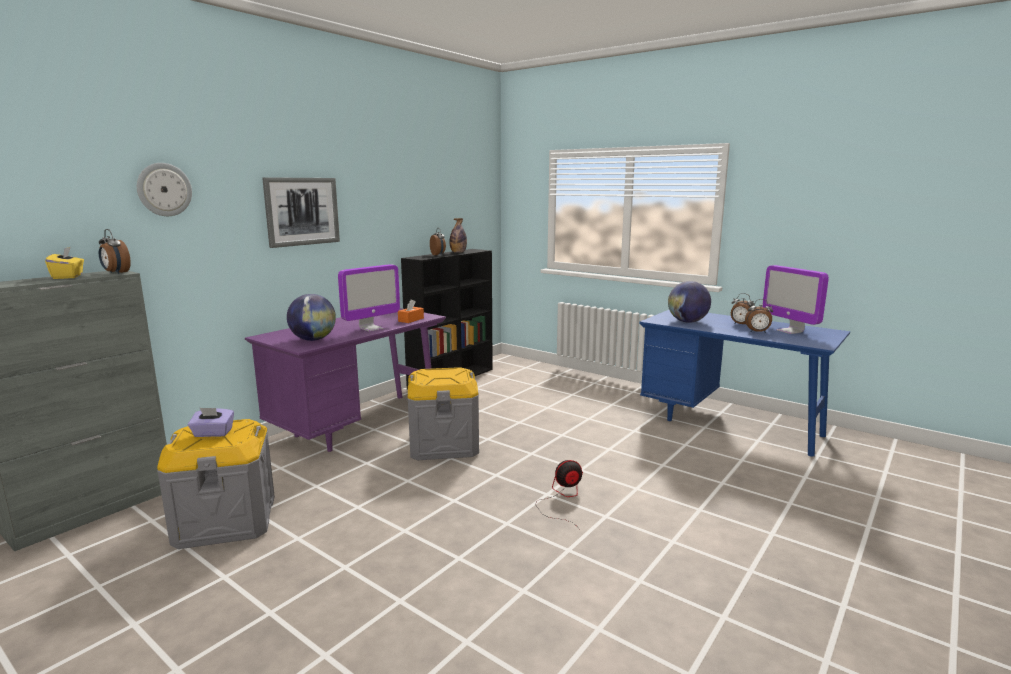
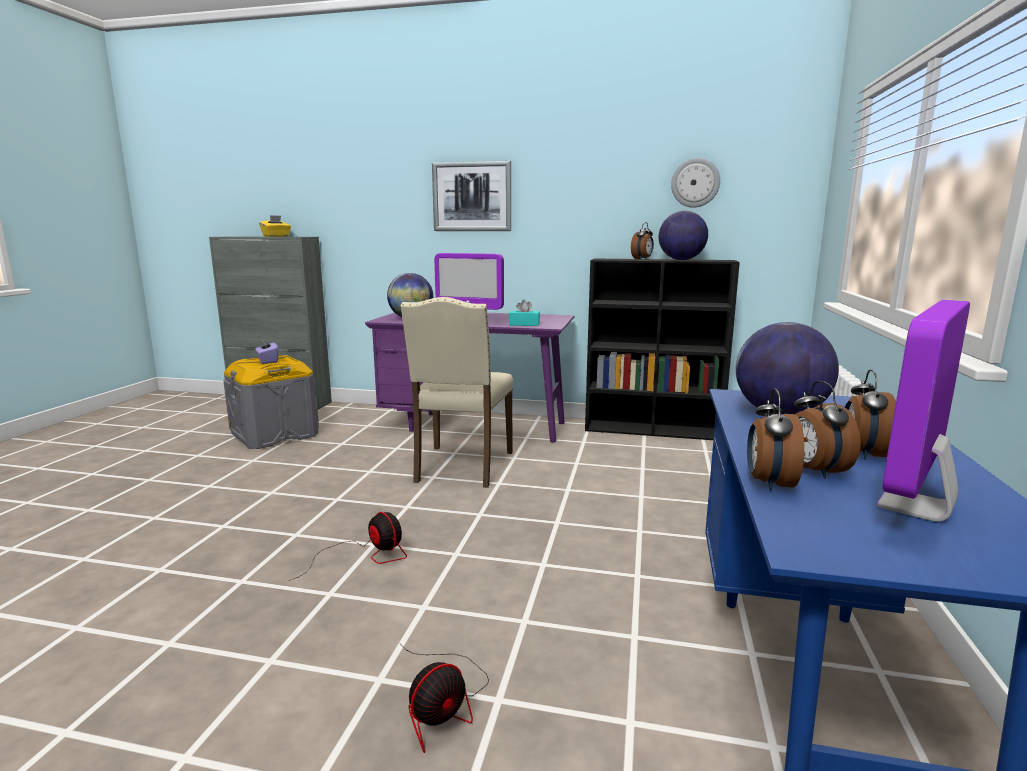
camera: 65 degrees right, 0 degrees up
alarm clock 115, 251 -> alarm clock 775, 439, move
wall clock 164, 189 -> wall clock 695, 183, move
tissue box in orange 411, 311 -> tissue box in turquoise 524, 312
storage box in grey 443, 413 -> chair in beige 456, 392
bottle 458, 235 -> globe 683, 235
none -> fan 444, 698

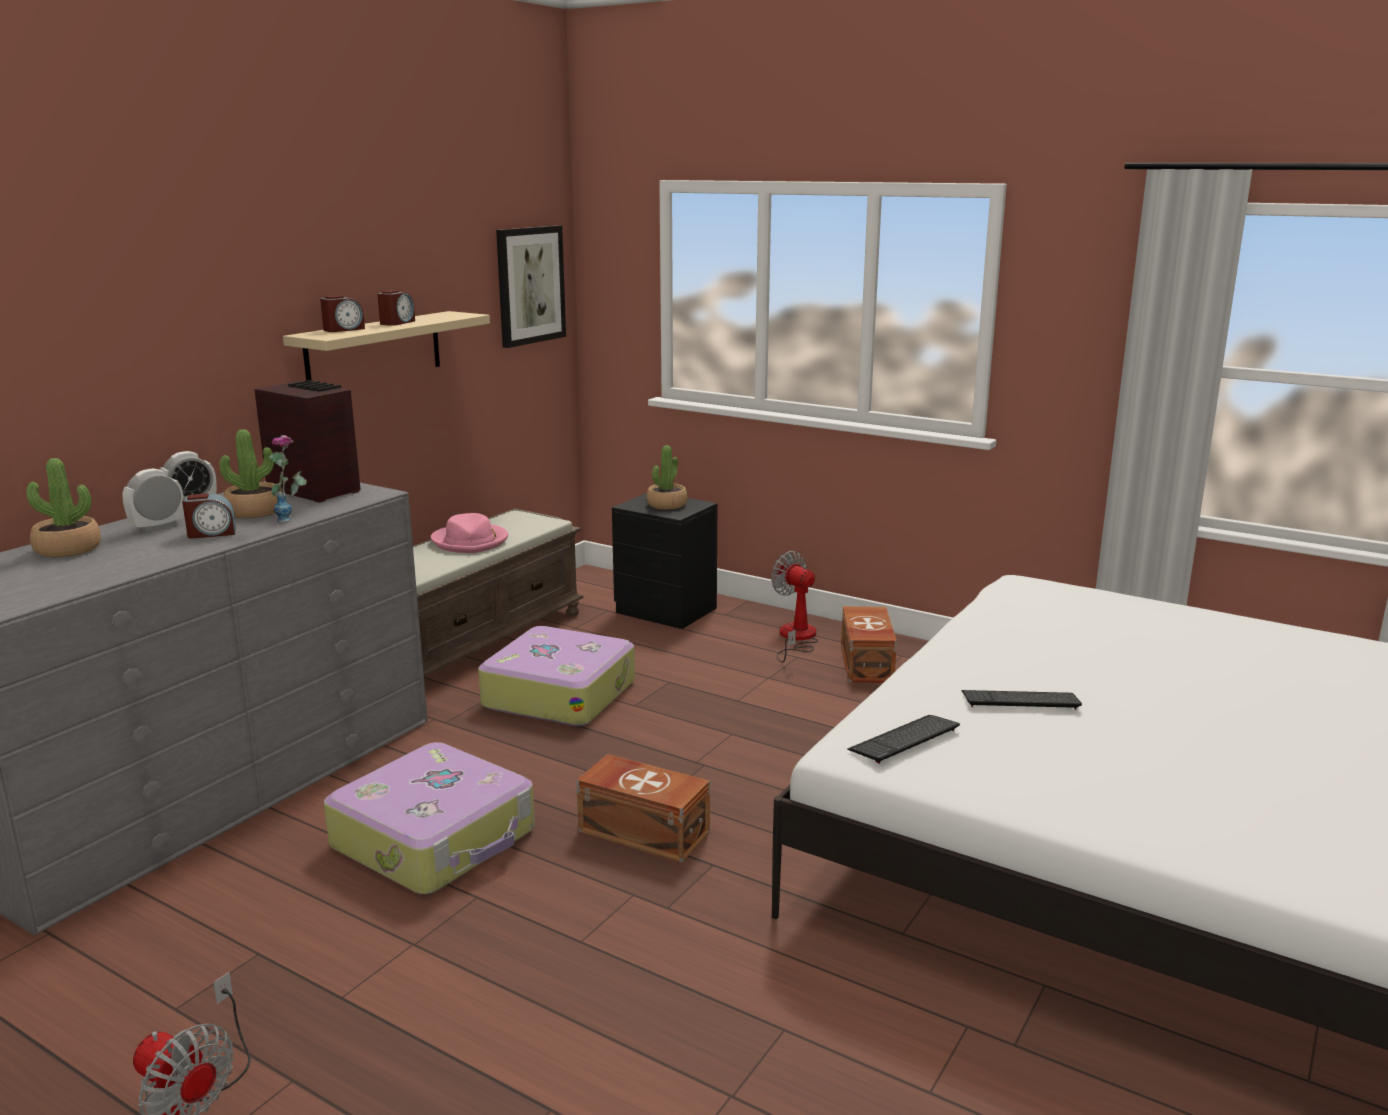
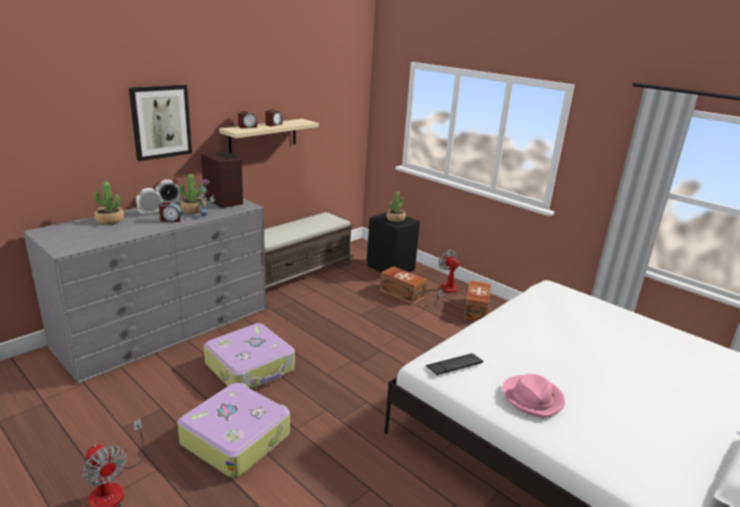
camera: 10 degrees right, 5 degrees up
hat in pink 469, 533 -> hat in pink 533, 396, move
suitcase 556, 676 -> suitcase 233, 430, move
picture 531, 287 -> picture 160, 123, move
storage box in brown 643, 808 -> storage box in brown 403, 285, move
keyboard 1021, 700 -> none

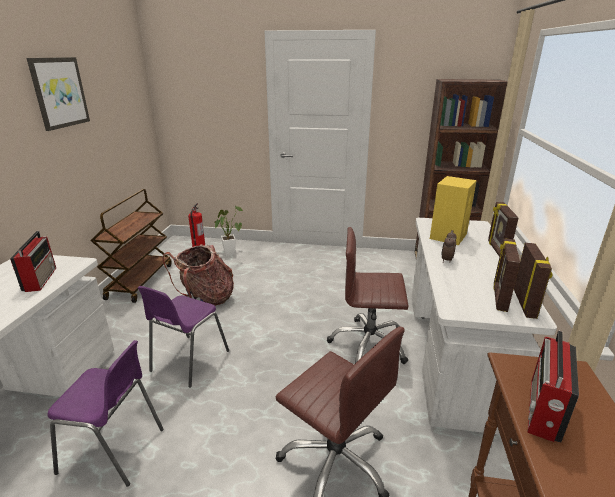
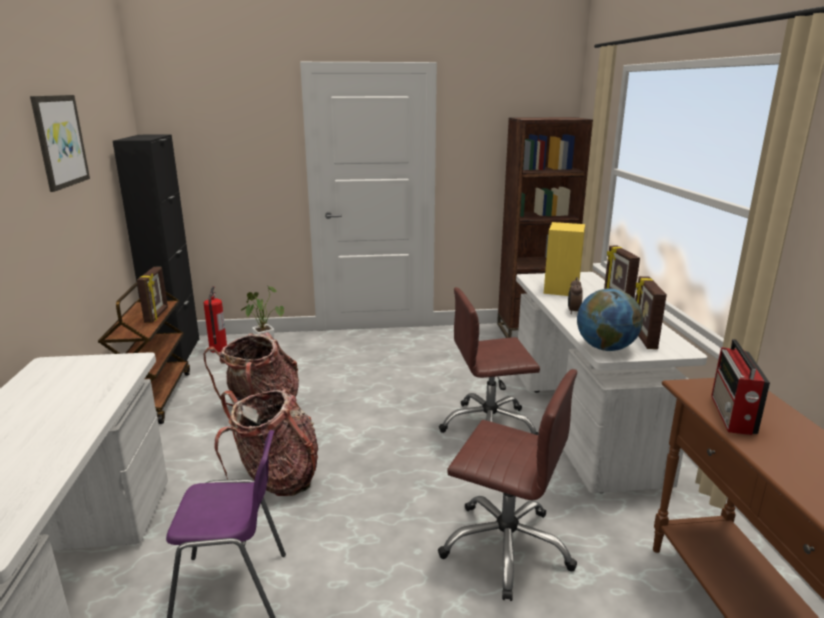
camera: 15 degrees left, 5 degrees down
radio 33, 261 -> none
chair in purple 183, 337 -> backpack 266, 442
picture frame 533, 281 -> picture frame 152, 295, move
none -> cabinet in black 156, 248
none -> globe 610, 319

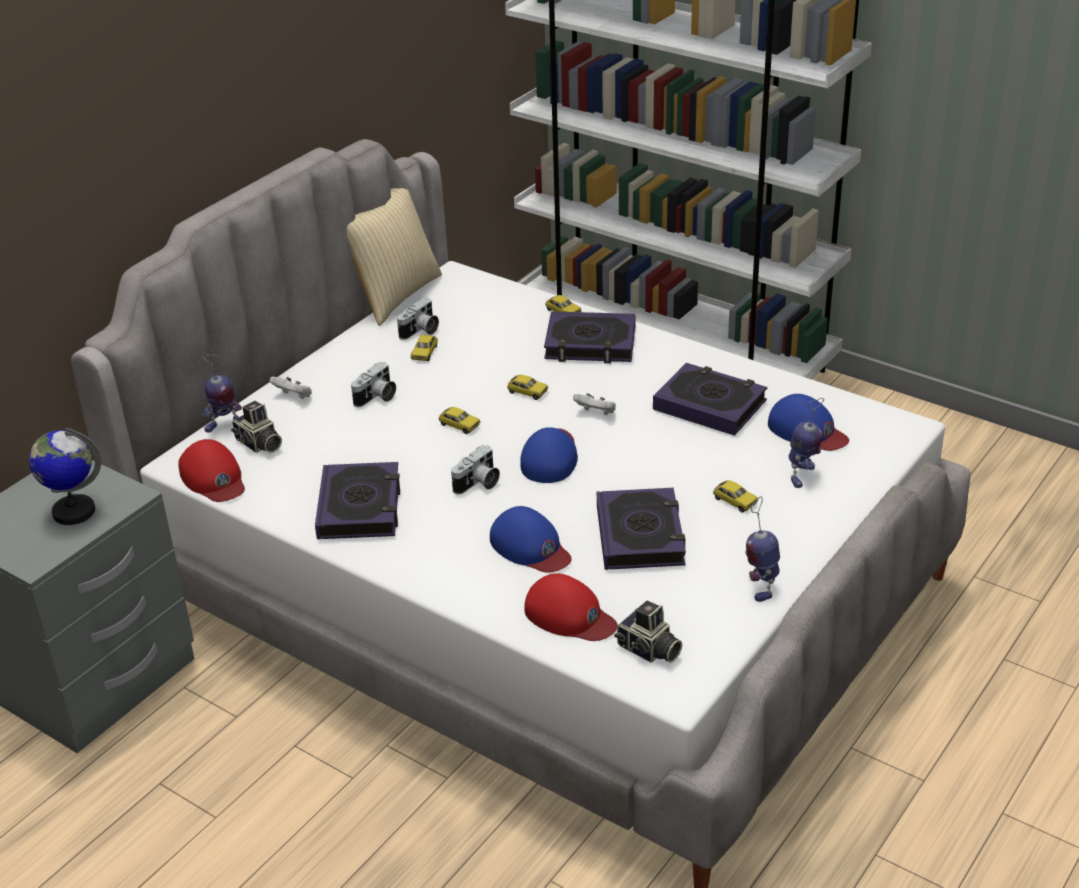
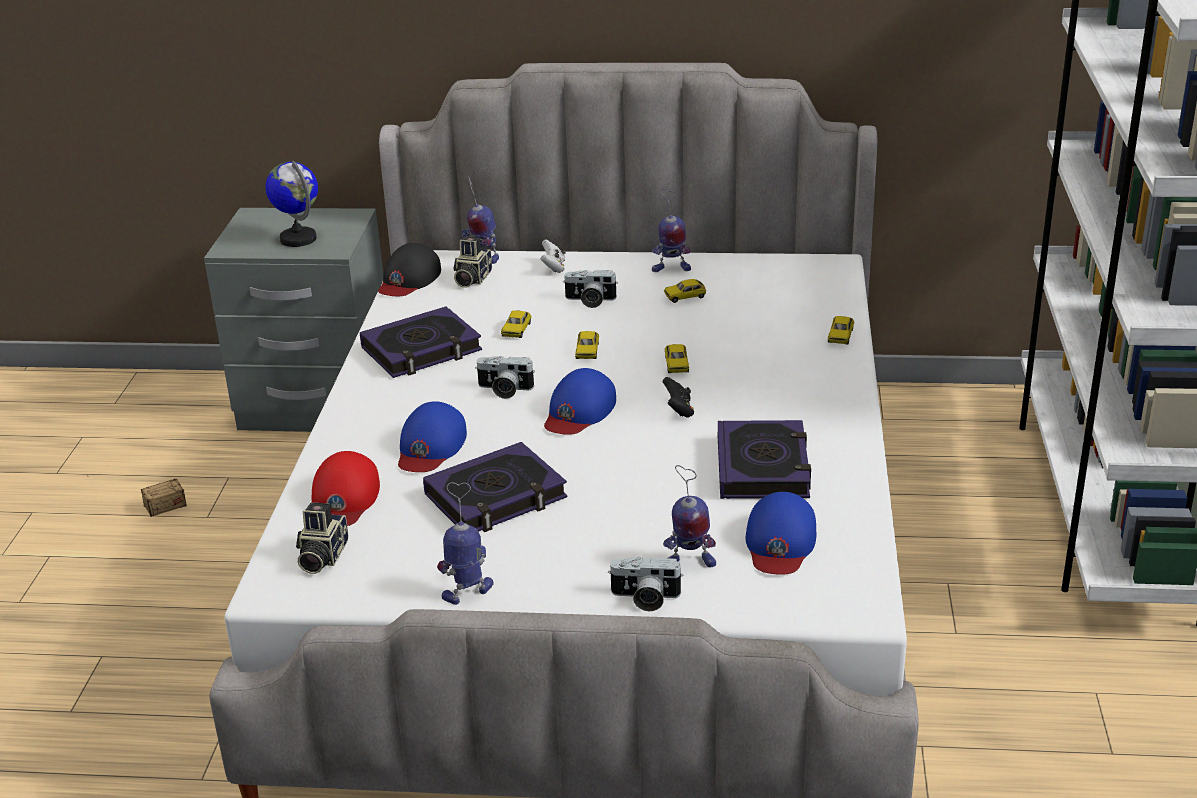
camera: 60 degrees right, 5 degrees down
cap in red 211, 470 -> cap in black 409, 269
pillow 394, 257 -> none
photo camera 418, 319 -> photo camera 646, 584, move
cap in blue 549, 455 -> cap in blue 580, 401, 135 degrees clockwise
book 590, 337 -> none
game controller in white 594, 404 -> game controller in black 678, 397
toy car 735, 497 -> toy car 516, 324, move
none -> storage box 137, 496
none -> toy robot 671, 230

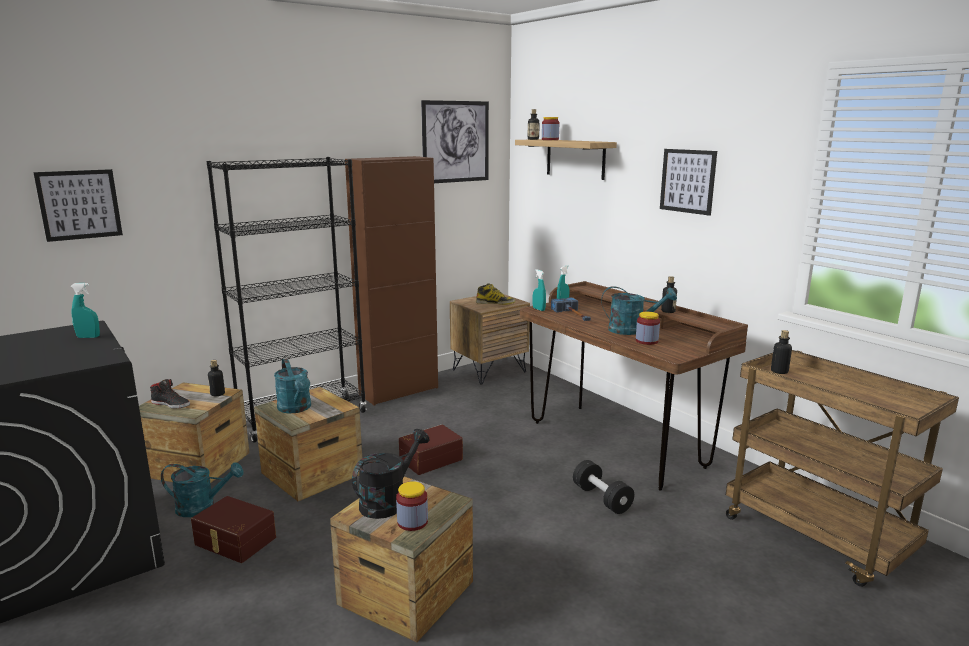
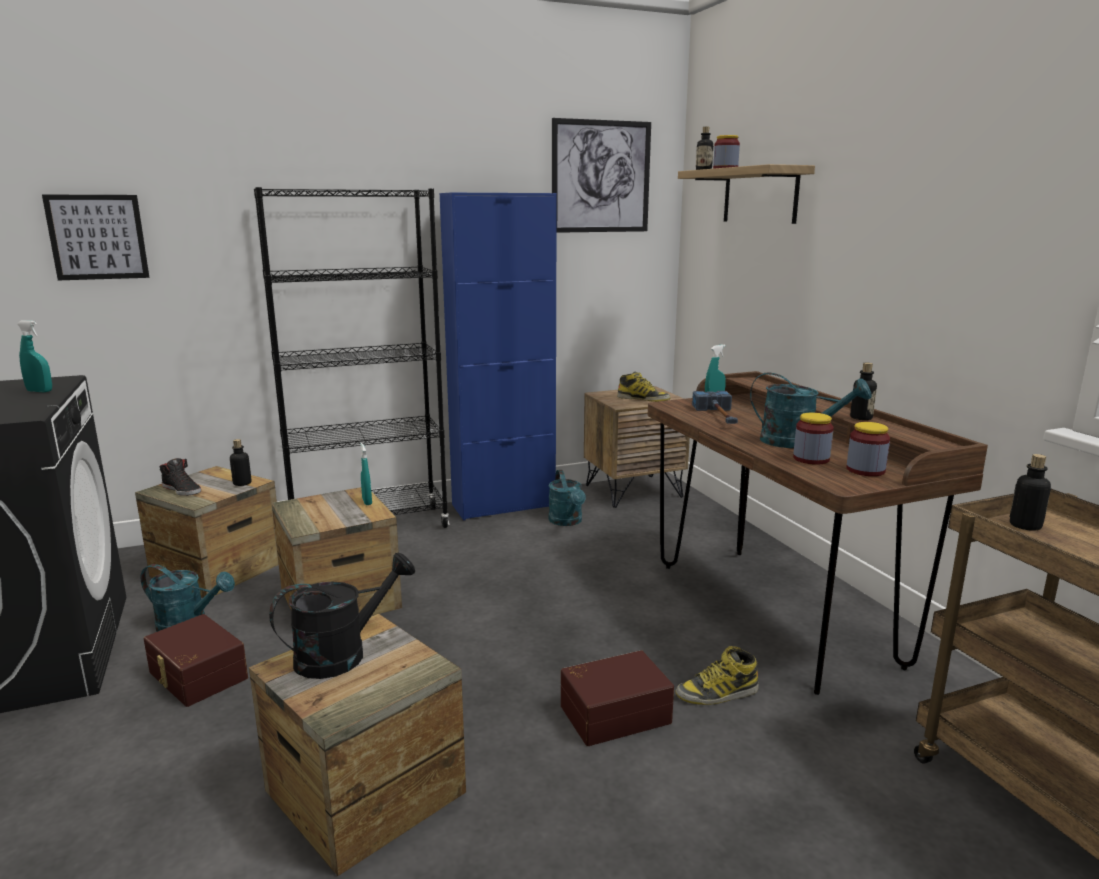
camera: 15 degrees right, 0 degrees up
watering can in turquoise 292, 385 -> watering can in turquoise 567, 498, move
cabinet in brown 391, 281 -> cabinet in blue 498, 356
jar 412, 506 -> jar 868, 449, move
storage box in brown 431, 450 -> storage box in brown 617, 698, move
spray bottle in turquoise 539, 290 -> spray bottle in turquoise 366, 474, move
dumbbell in black 603, 487 -> boot 717, 675
picture 688, 182 -> none

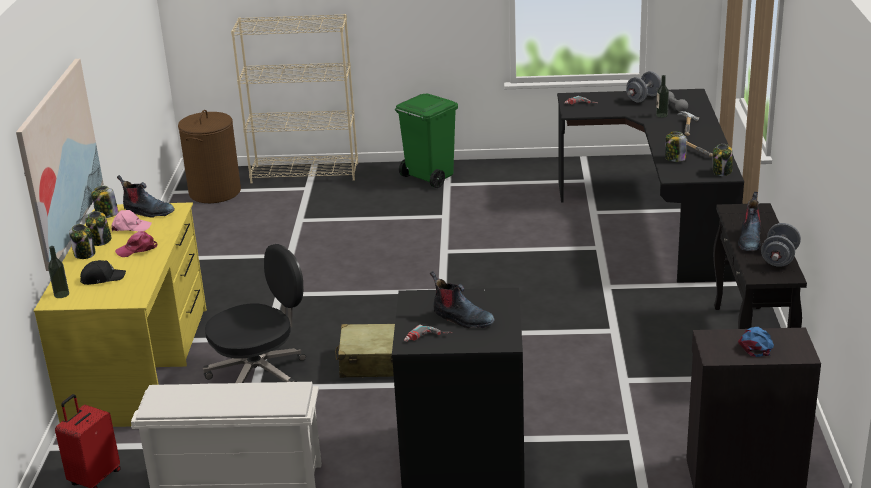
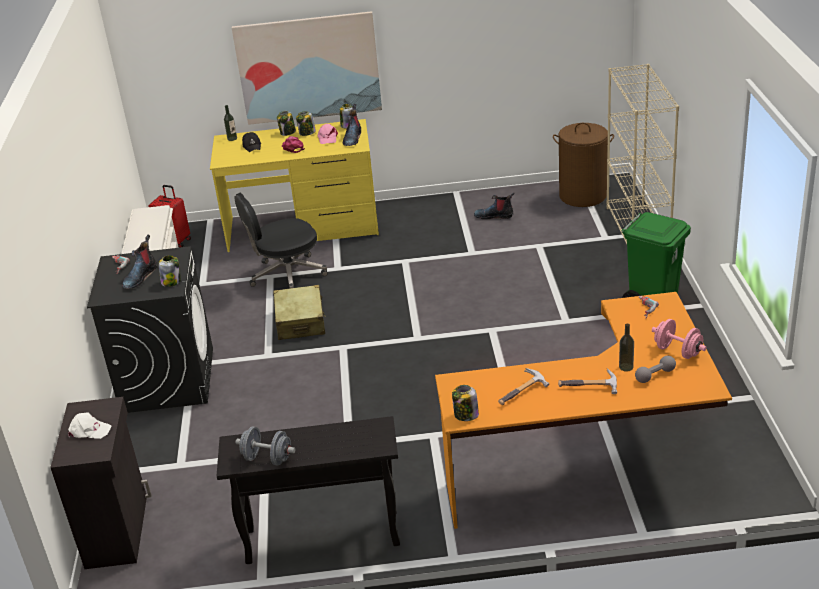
camera: 85 degrees right, 5 degrees up
office chair in black 254, 313 -> office chair in black 281, 241, 105 degrees clockwise
desk in black 650, 186 -> desk in orange 583, 410
dumbbell in grey 643, 87 -> dumbbell in pink 679, 339
jar 675, 146 -> jar 170, 271, move
boot 749, 221 -> boot 494, 206, move
cap in blue 756, 342 -> cap in white 89, 425

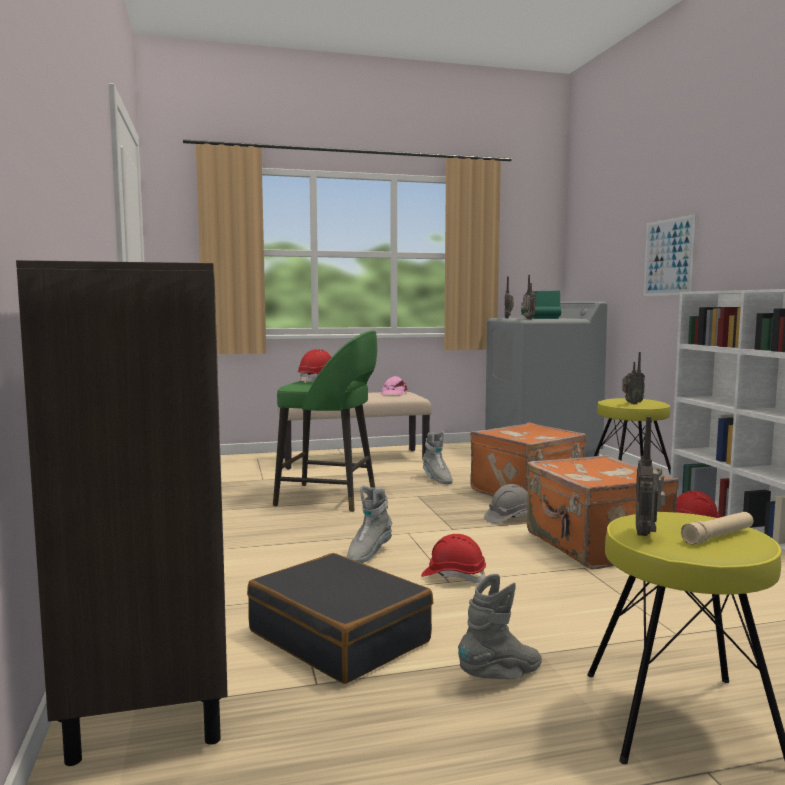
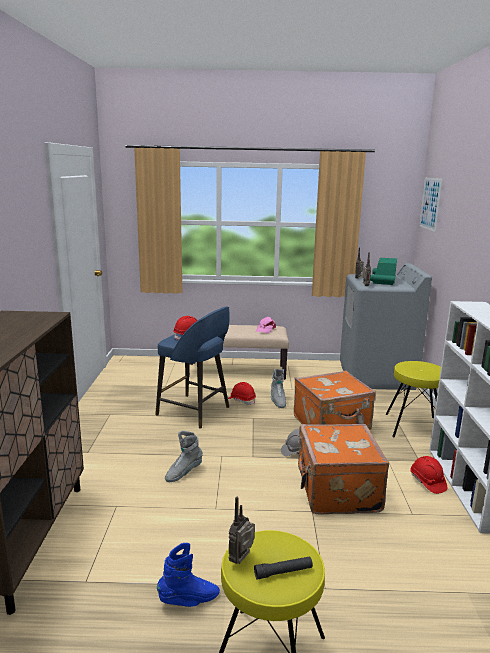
camera: 15 degrees right, 10 degrees up
suitcase in black 340, 618 -> none
stool in green 325, 421 -> stool in blue 192, 367
hard hat in red 453, 558 -> hard hat in red 242, 393, move
boot in grey 500, 626 -> boot in blue 188, 575
radio 633, 378 -> none
picture 670, 255 -> picture 430, 205, move
flashlight in beige 717, 528 -> flashlight in black 283, 568

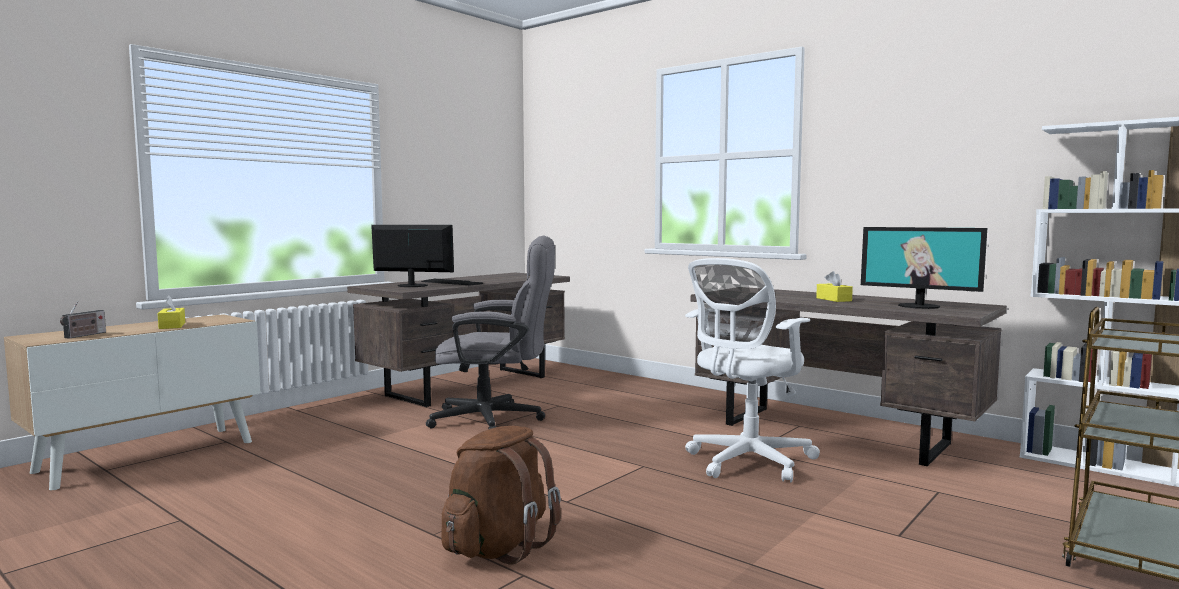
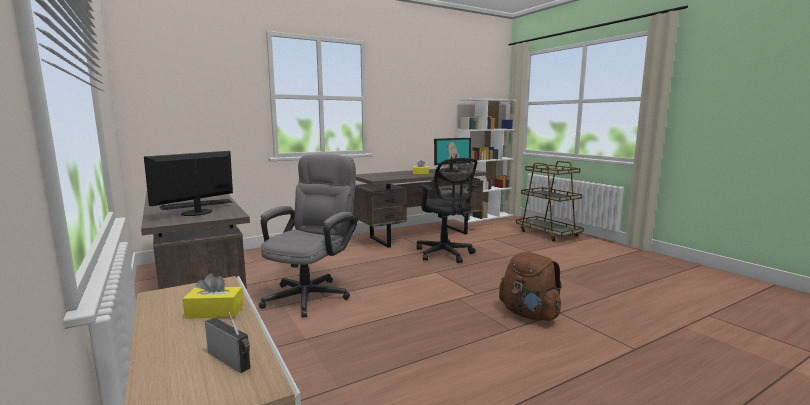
camera: 70 degrees left, 5 degrees up
office chair in white 752, 370 -> office chair in black 447, 210

